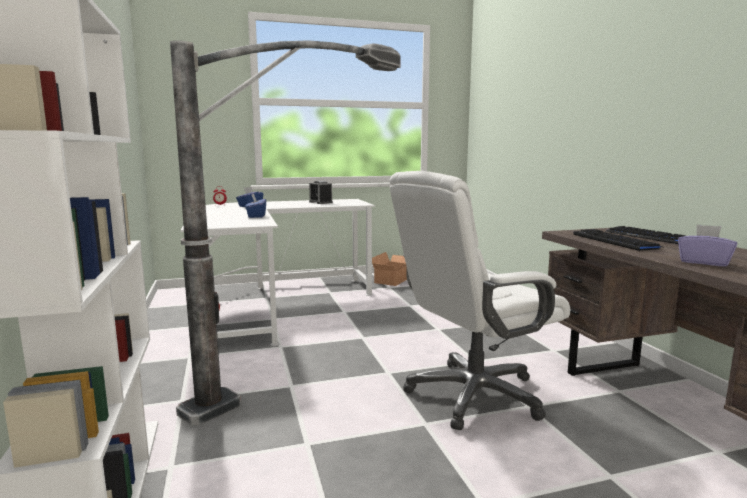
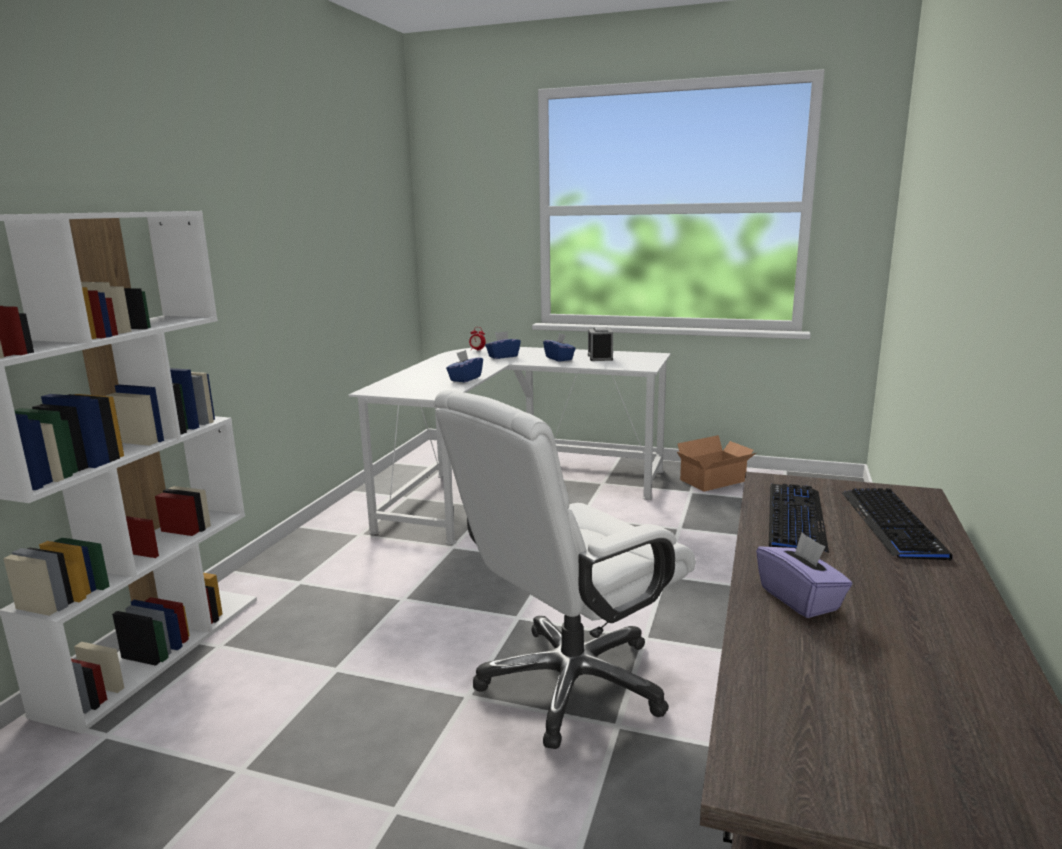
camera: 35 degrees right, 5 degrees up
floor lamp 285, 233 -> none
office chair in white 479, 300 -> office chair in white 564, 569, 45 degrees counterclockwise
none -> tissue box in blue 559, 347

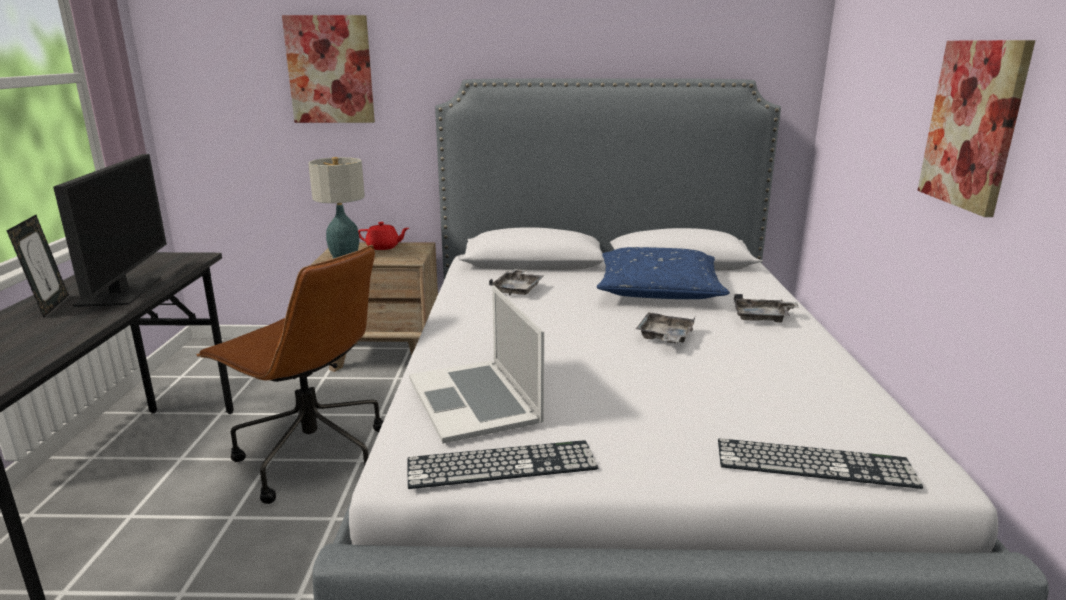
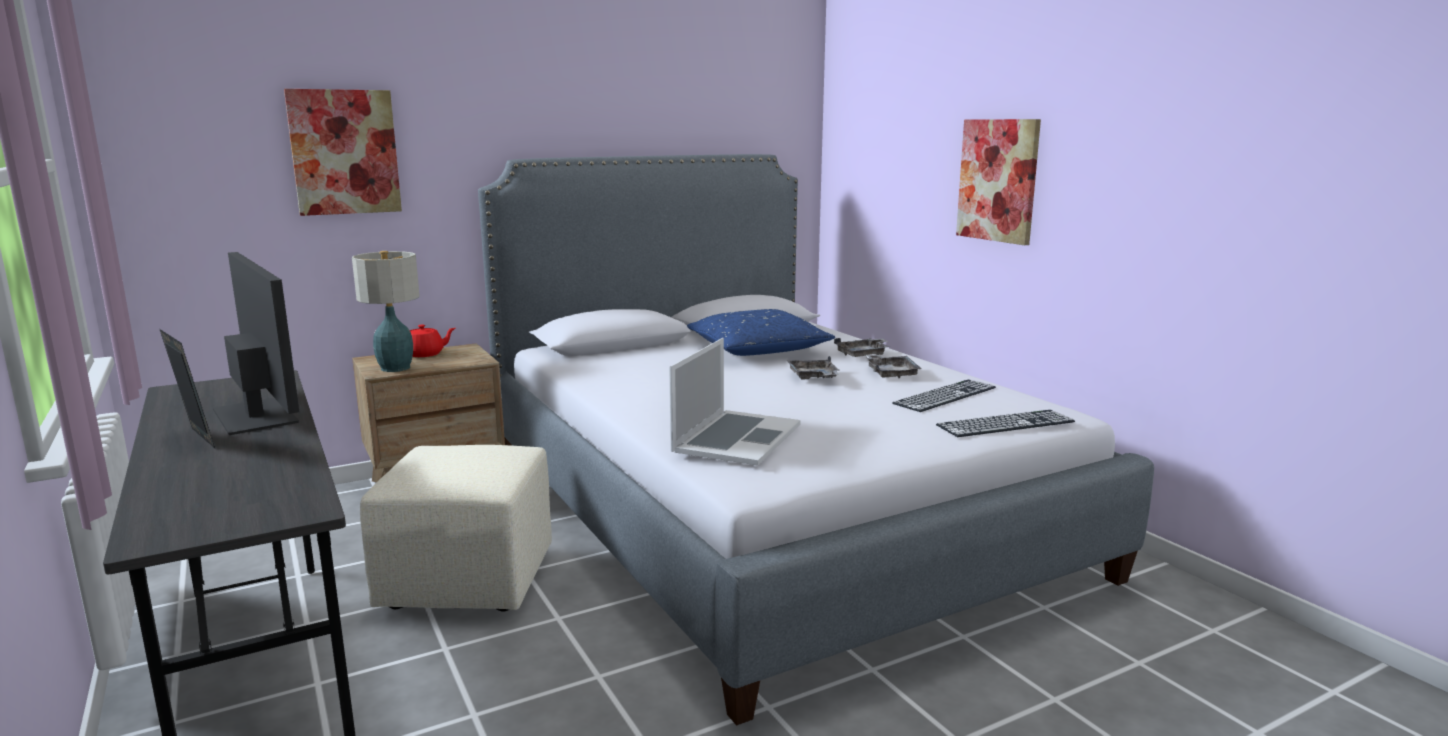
camera: 30 degrees left, 5 degrees down
office chair in brown 289, 374 -> ottoman in beige 456, 528
keyboard 502, 464 -> keyboard 944, 396, move
laptop 476, 364 -> laptop 734, 402, 105 degrees counterclockwise
tray in grey 516, 282 -> tray in grey 894, 366, move

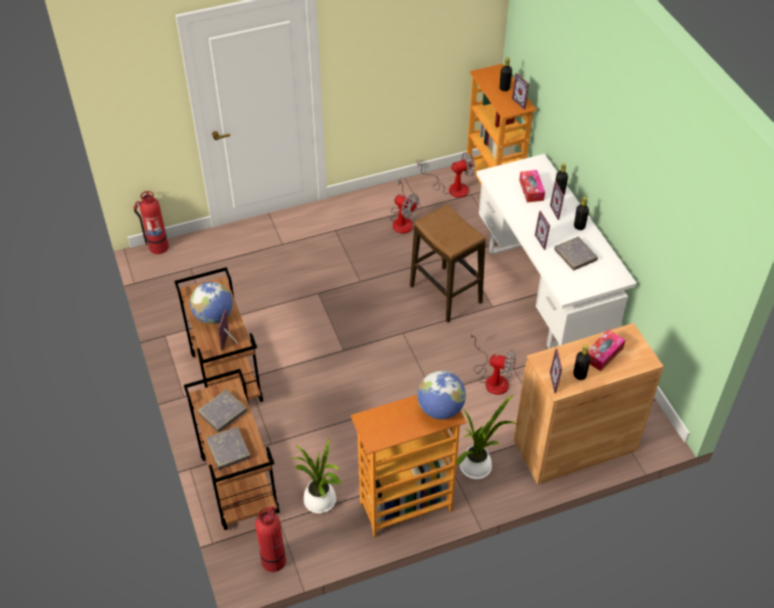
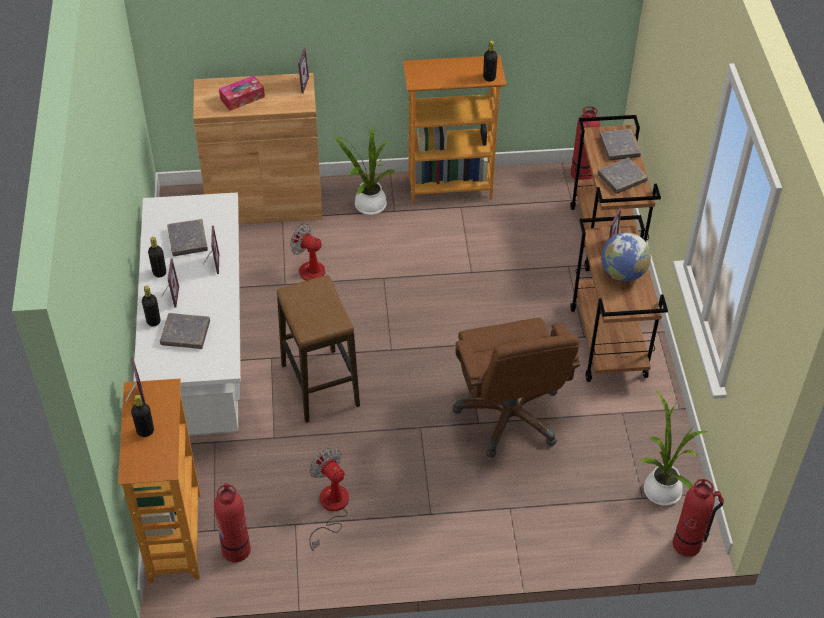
camera: 165 degrees left, 0 degrees up
potted plant 317, 475 -> potted plant 673, 447, move
fan 446, 175 -> fire extinguisher 232, 523
globe 441, 395 -> none
tissue box 532, 186 -> book in grey 185, 331
bottle in black 582, 362 -> bottle in black 490, 61, move
none -> office chair in brown 517, 388

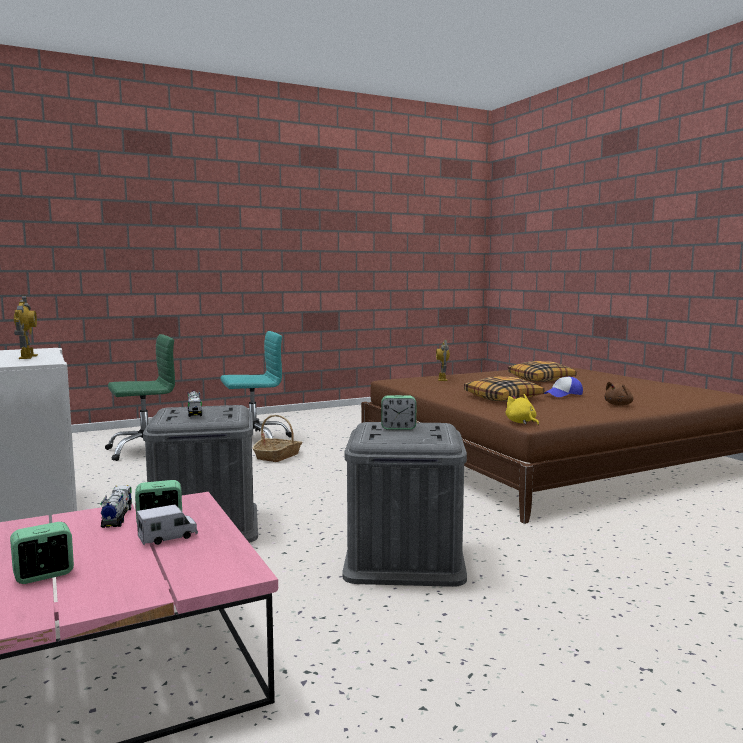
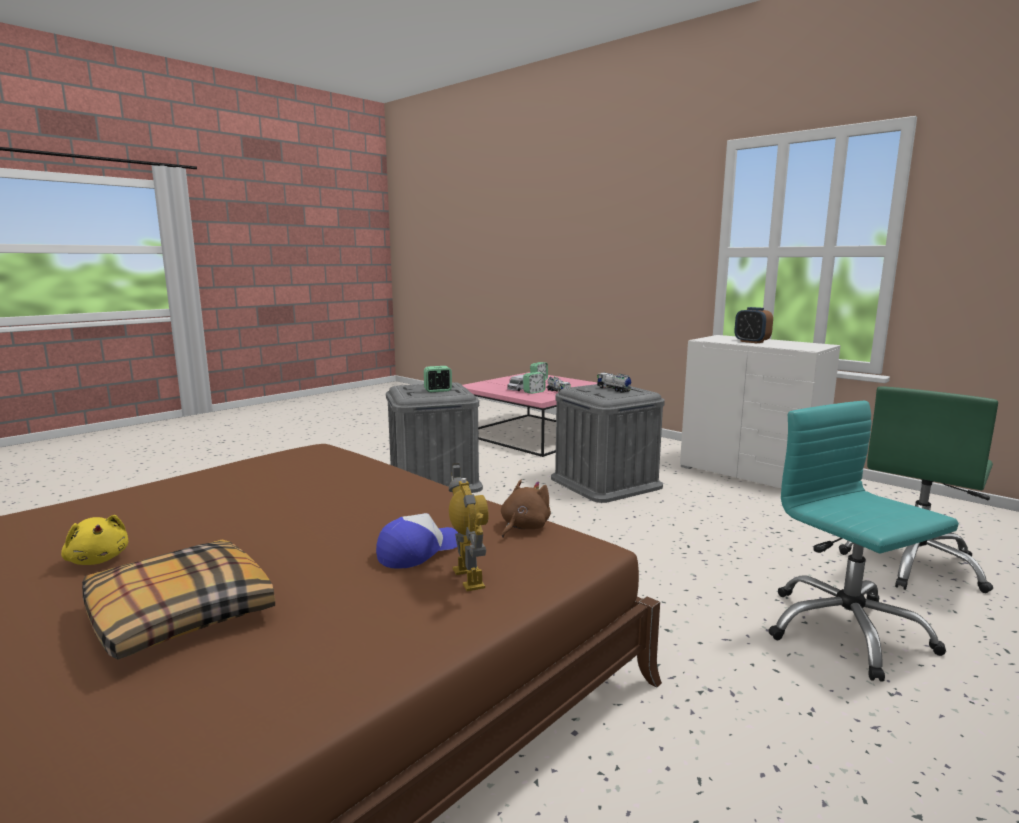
camera: 160 degrees right, 5 degrees up
toy robot 26, 327 -> alarm clock 754, 325
office chair in turquoise 256, 385 -> office chair in turquoise 863, 541, 105 degrees clockwise
basket 277, 438 -> none
pillow 504, 388 -> none
plush toy in yellow 522, 409 -> plush toy in yellow 94, 540, move
cap 563, 387 -> cap 417, 541, move
plush toy in brown 618, 393 -> plush toy in brown 526, 509, move

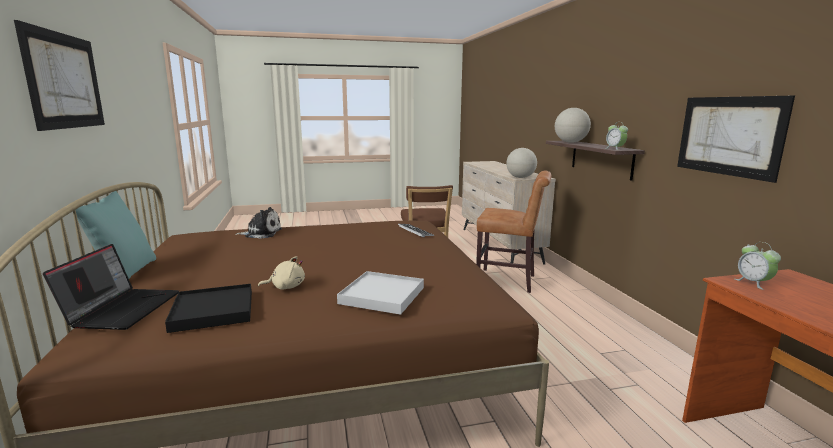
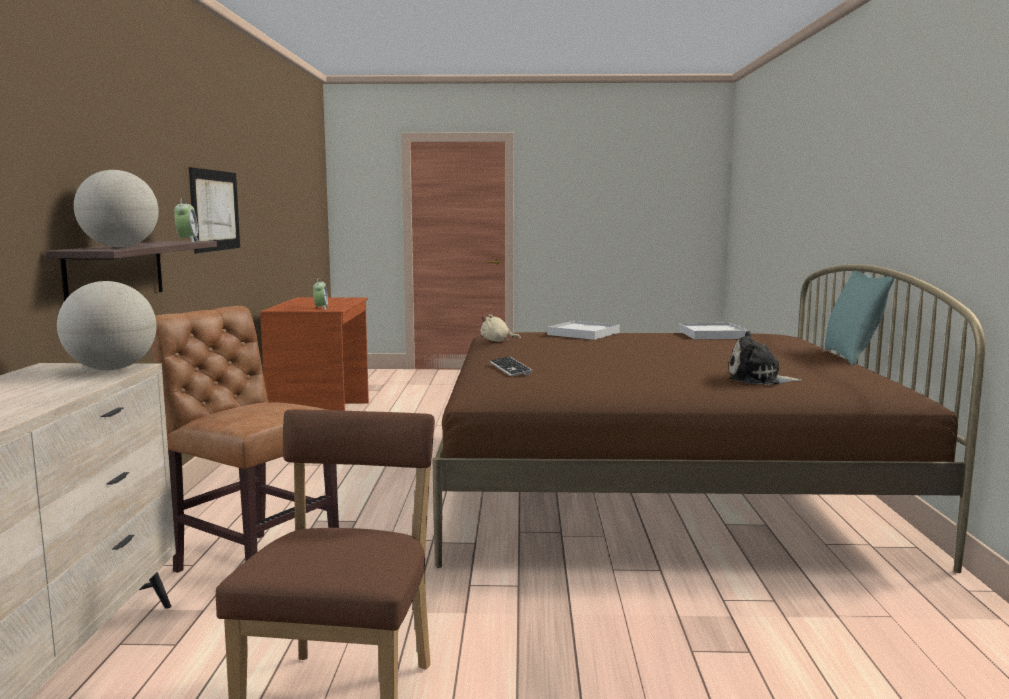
camera: 165 degrees left, 5 degrees down
picture 59, 75 -> none
laptop 111, 287 -> none
tray in black 208, 308 -> tray in white 714, 331
plush toy in beige 281, 273 -> plush toy in beige 501, 327, move

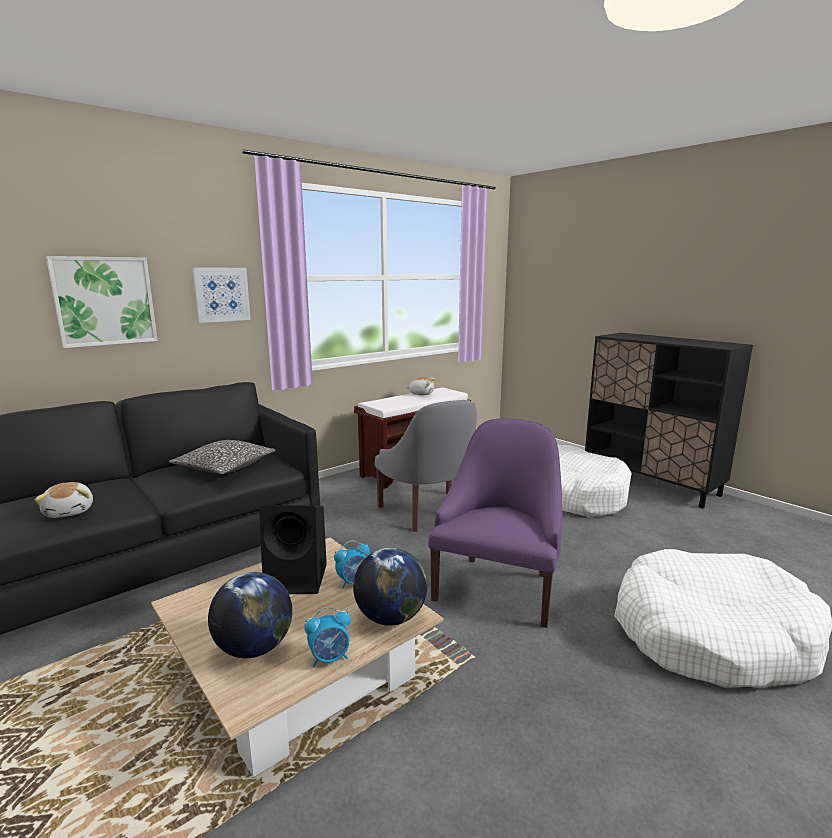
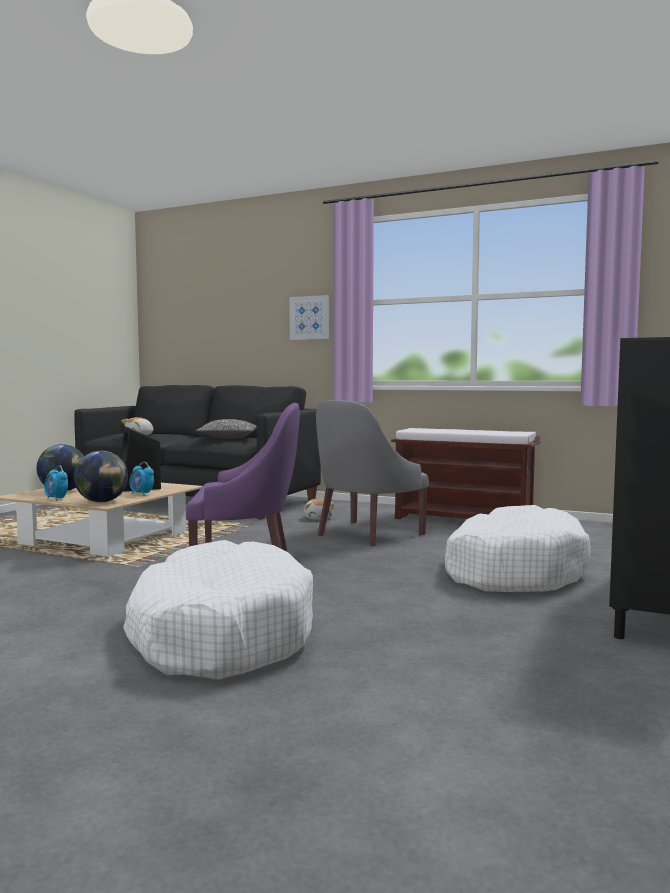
camera: 65 degrees right, 10 degrees down
picture 102, 302 -> none
plush toy 420, 386 -> plush toy 319, 509, move

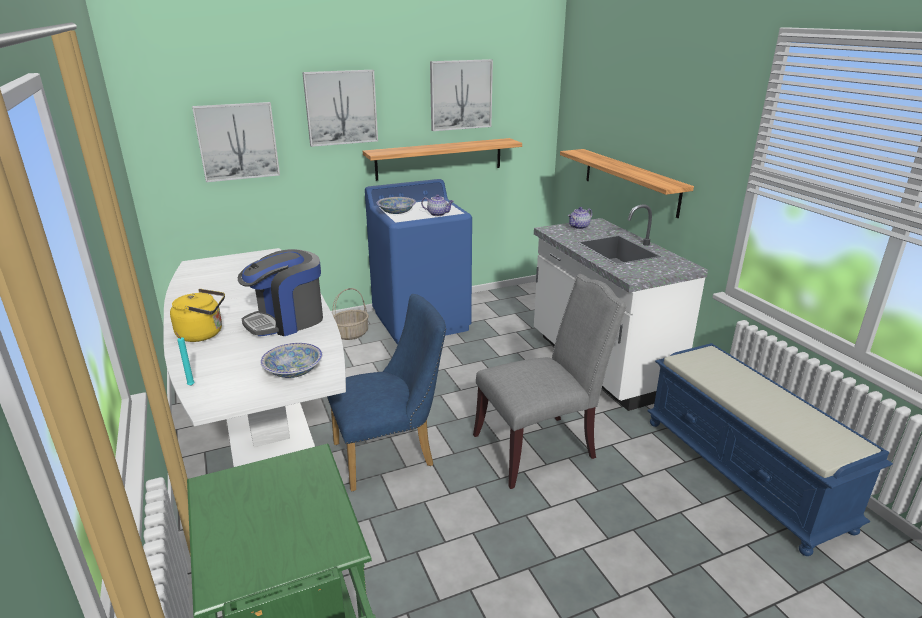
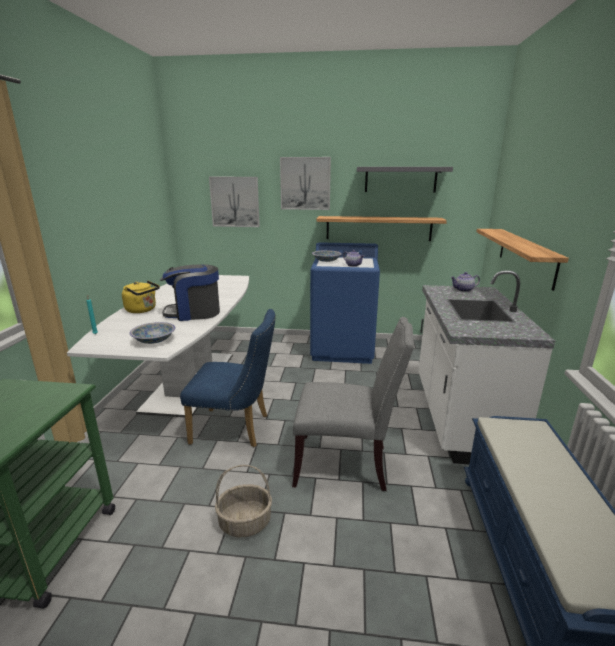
camera: 30 degrees right, 5 degrees down
basket 351, 314 -> basket 243, 501, move
picture 461, 95 -> shelf in grey 405, 180

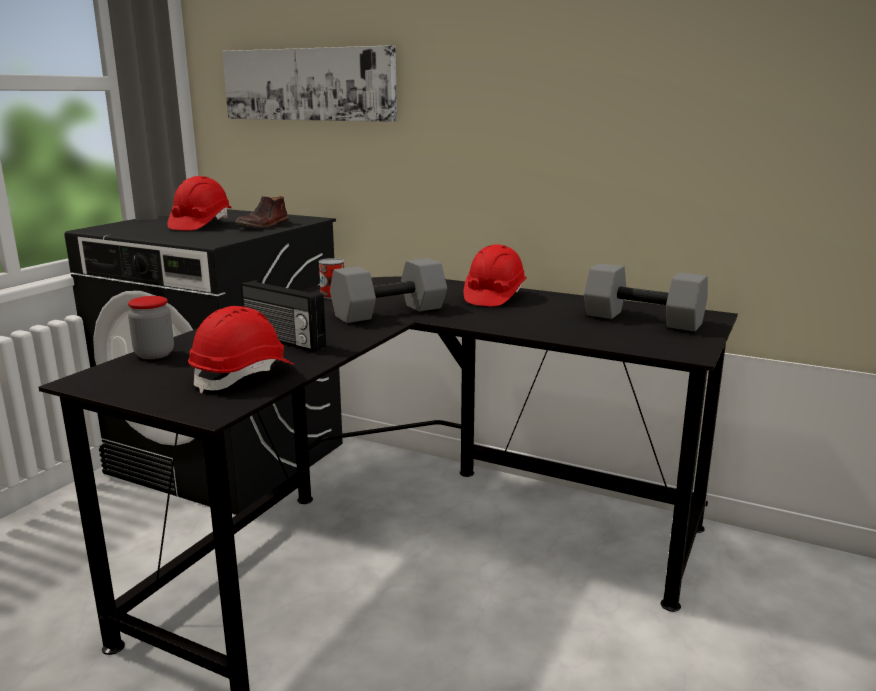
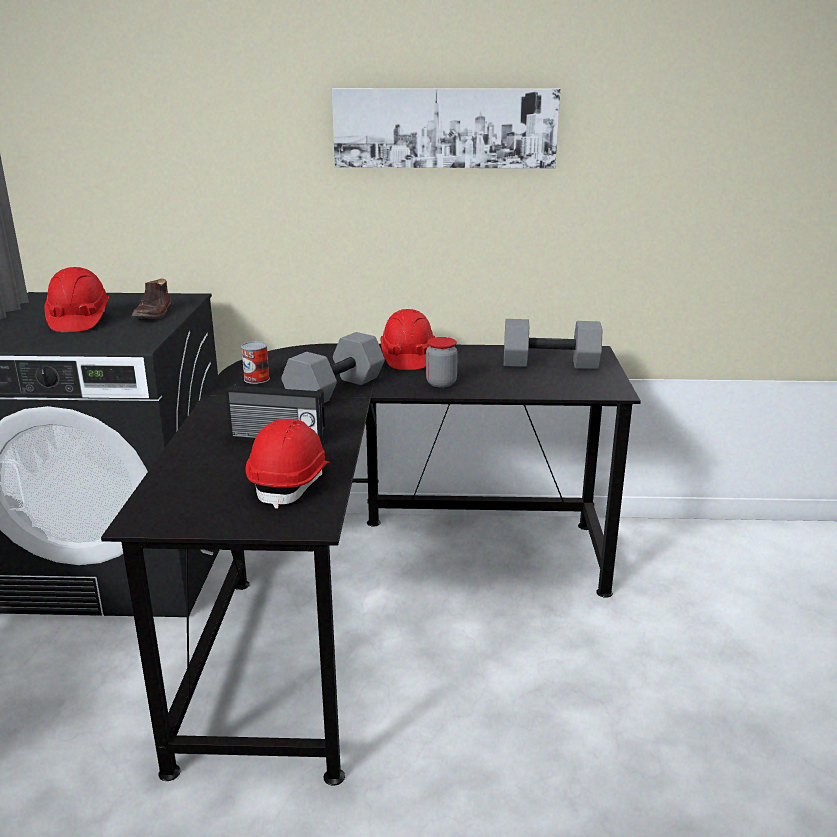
camera: 25 degrees left, 5 degrees up
jar 151, 327 -> jar 442, 362, move
picture 309, 83 -> picture 446, 128, move

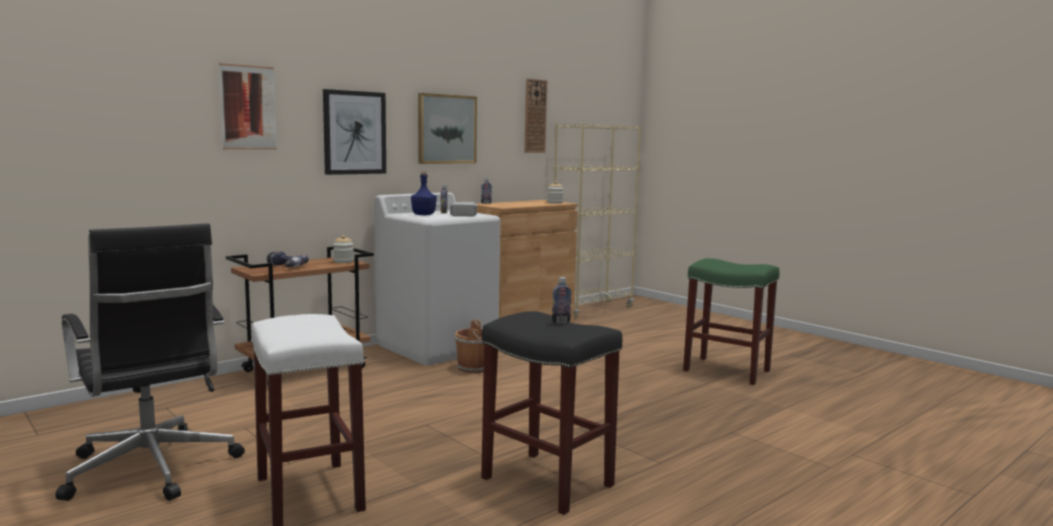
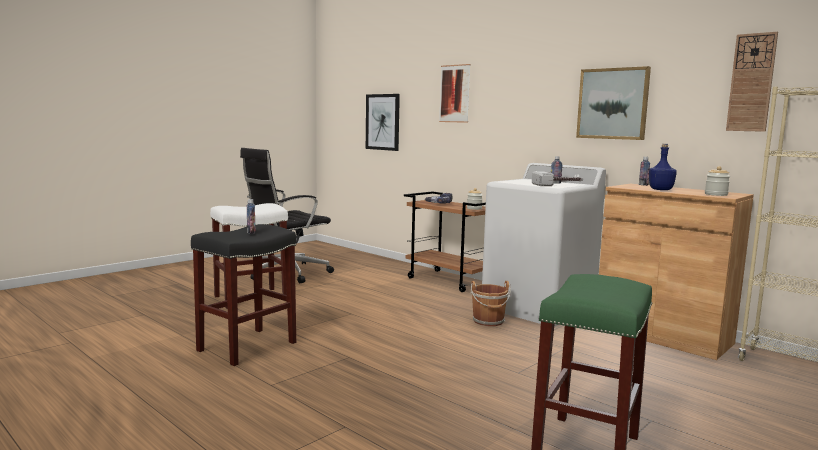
camera: 85 degrees right, 0 degrees up
picture 354, 132 -> picture 383, 122, move
bottle in blue 424, 193 -> bottle in blue 663, 167, move

